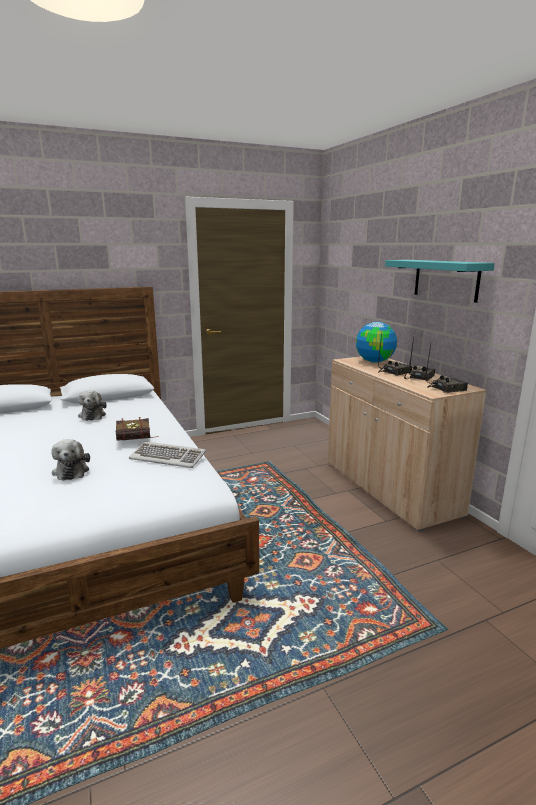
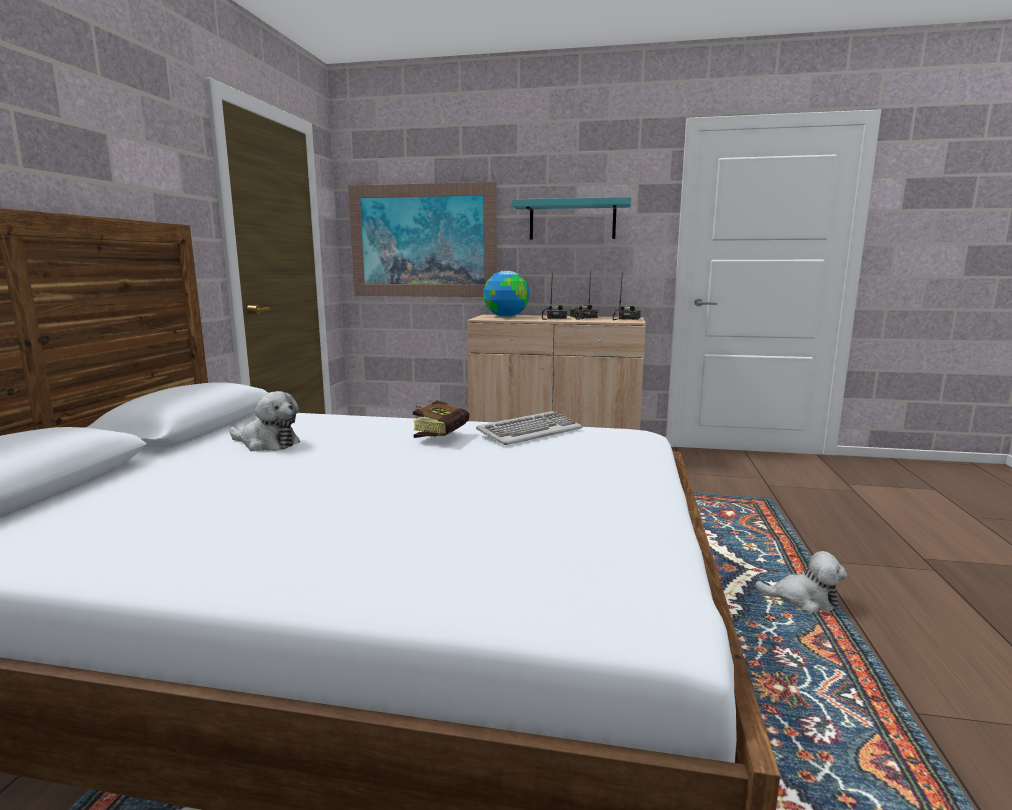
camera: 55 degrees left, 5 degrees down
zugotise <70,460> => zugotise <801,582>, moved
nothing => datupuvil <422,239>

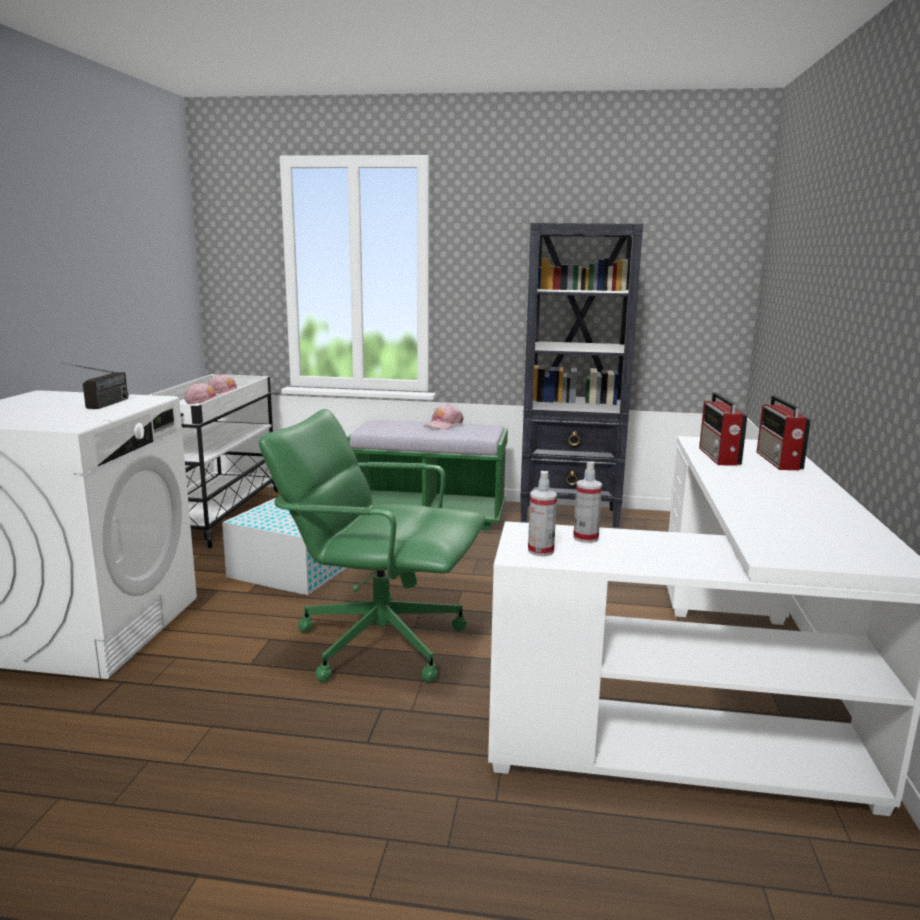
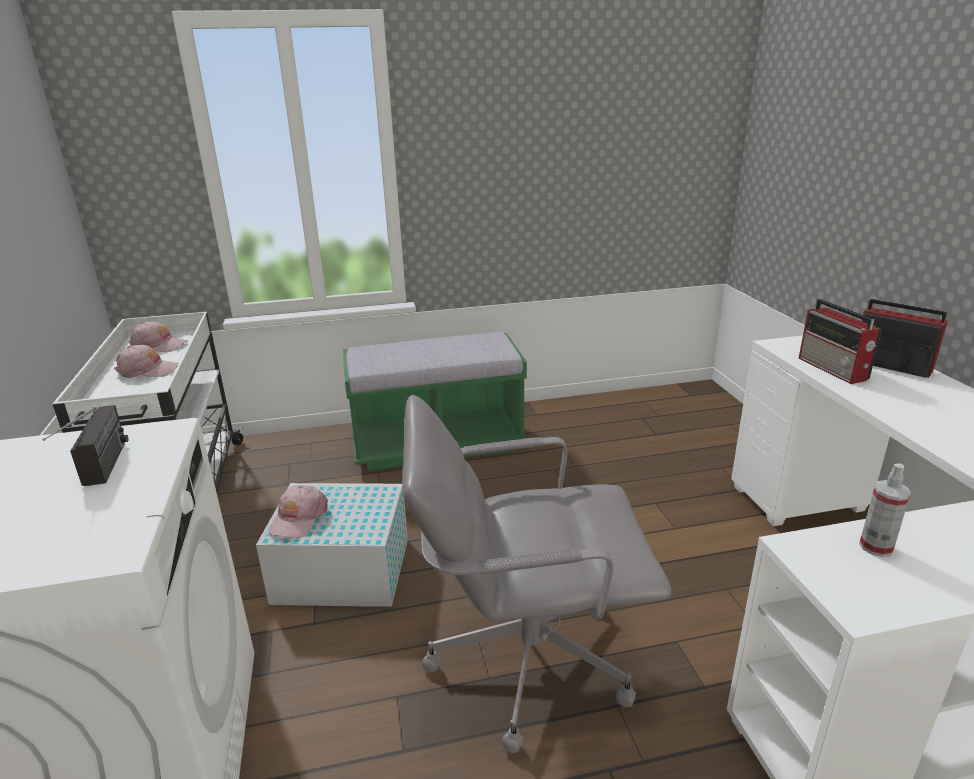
camera: 20 degrees left, 10 degrees up
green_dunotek <372,545> => grey_dunotek <537,574>
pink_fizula <444,417> => pink_fizula <298,511>, moved
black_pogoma <581,376> => nothing
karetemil <542,513> => nothing
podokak <784,432> => podokak <905,338>, 150 degrees clockwise

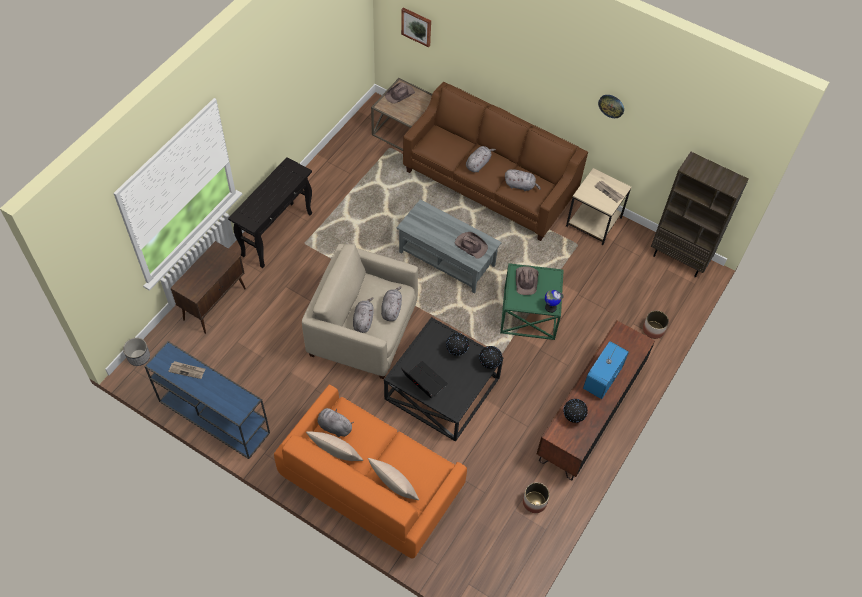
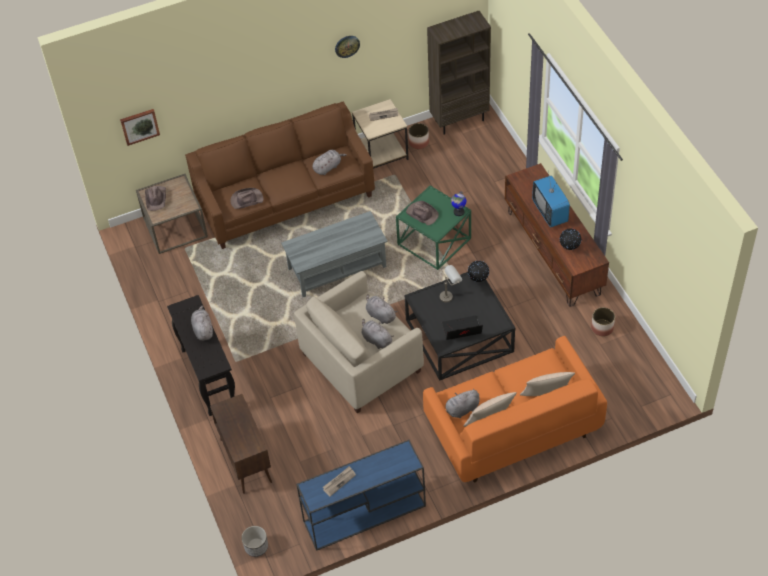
camera: 50 degrees left, 5 degrees down
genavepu <457,344> => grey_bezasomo <451,284>
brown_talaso <471,245> => brown_talaso <246,198>, moved
grey_zugotise <481,159> => grey_zugotise <202,323>, moved
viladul <656,324> => viladul <418,136>, moved

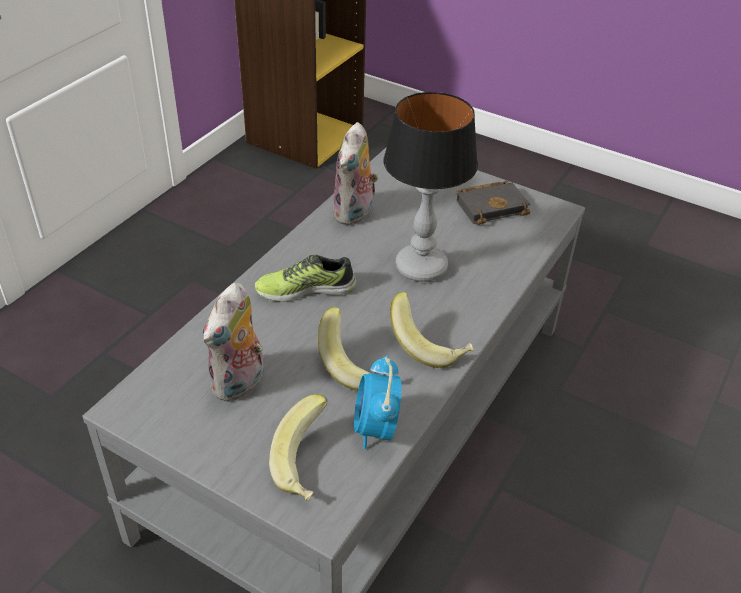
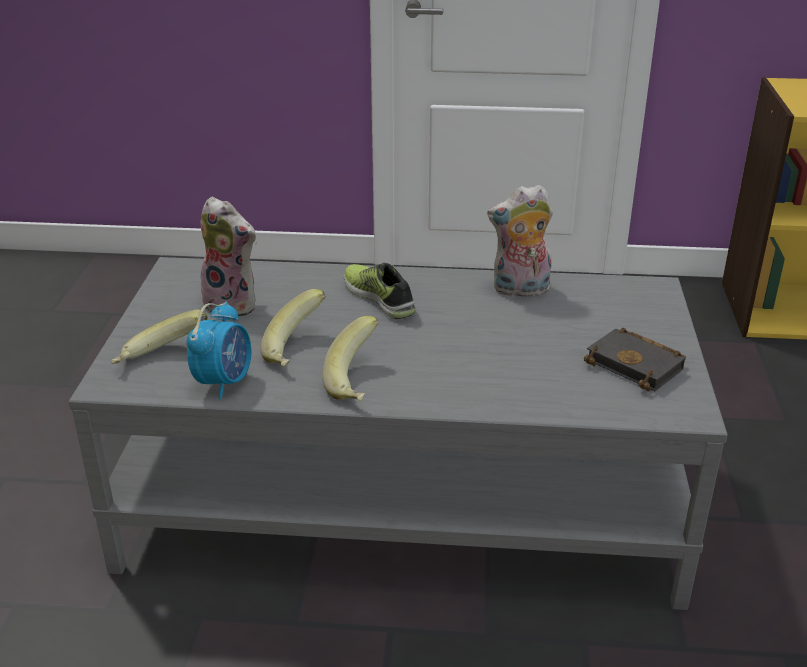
camera: 65 degrees right, 10 degrees down
zugotise <233,342> => zugotise <229,257>, 150 degrees counterclockwise
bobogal <377,402> => bobogal <219,351>, 135 degrees clockwise
bezasomo <430,187> => nothing

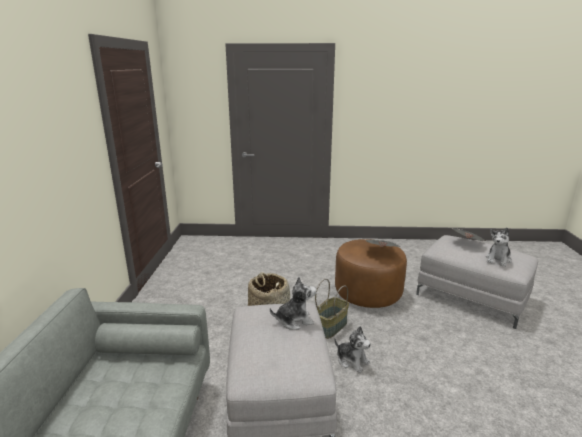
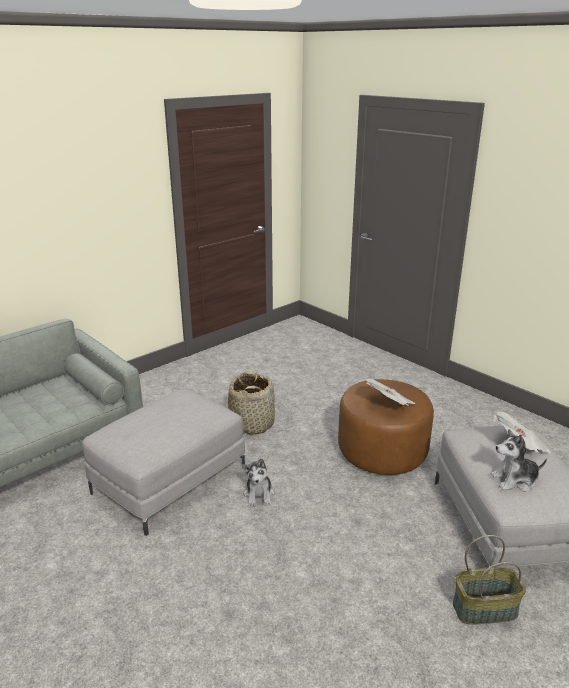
camera: 45 degrees right, 5 degrees up
zugotise <293,303> => nothing
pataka <332,309> => pataka <489,580>, moved

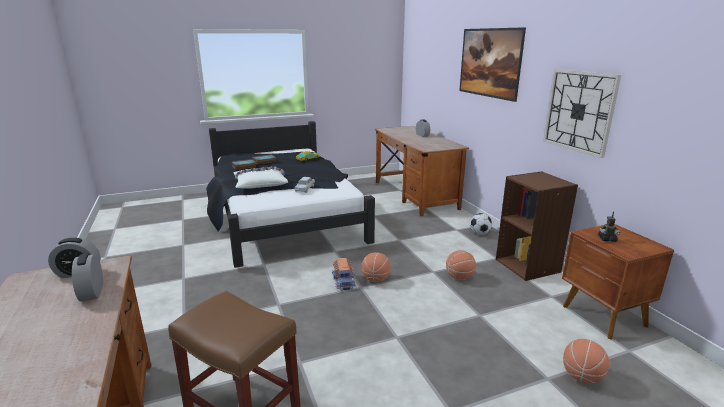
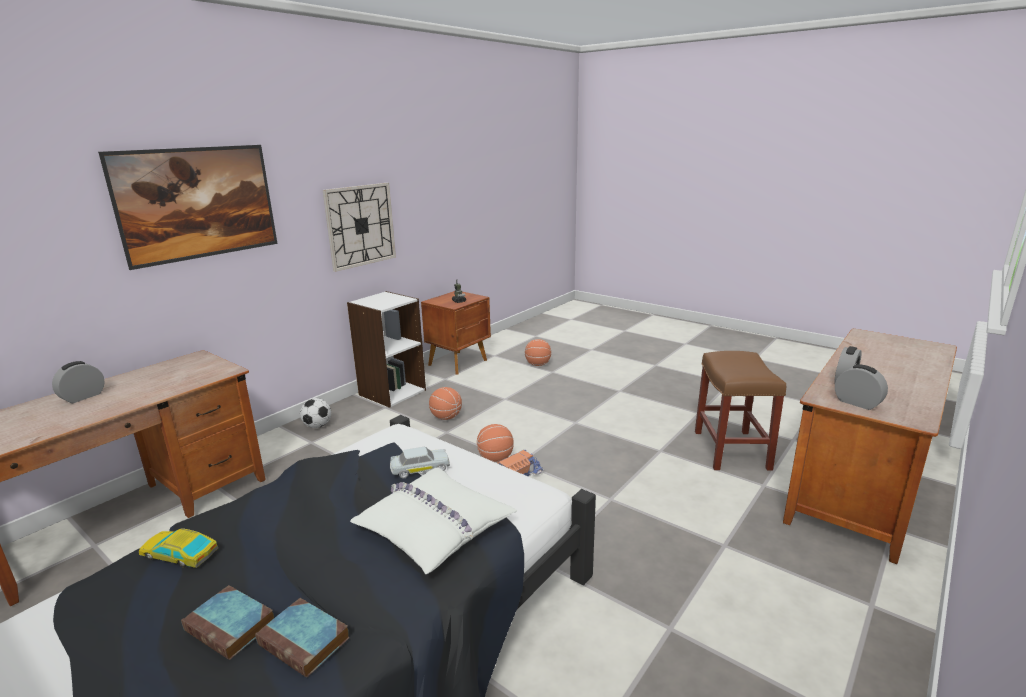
camera: 120 degrees left, 0 degrees up
brown_pogoma <537,226> => white_pogoma <386,349>

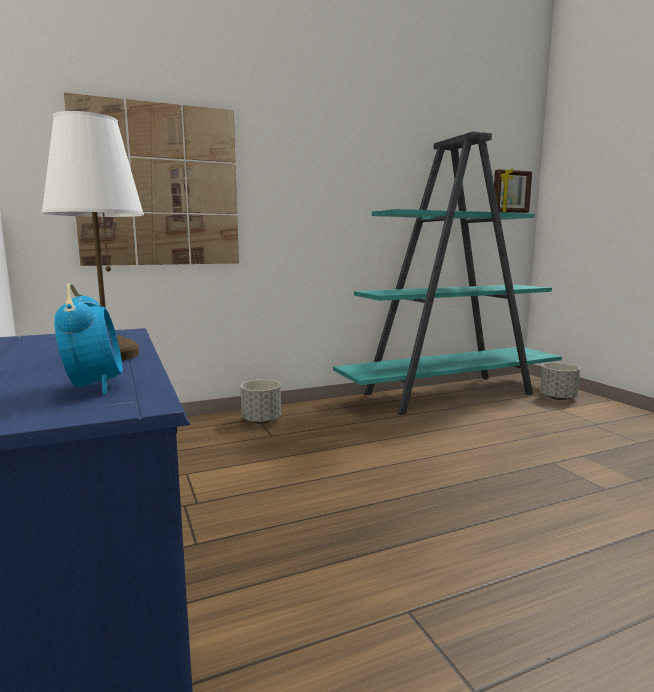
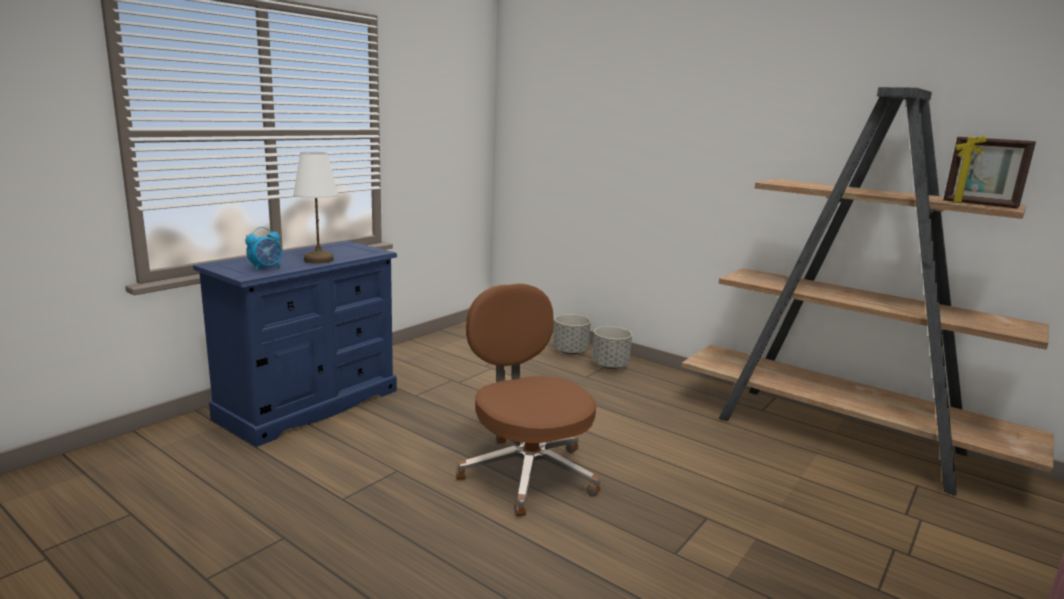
camera: 60 degrees right, 5 degrees up
datupuvil <151,179> => nothing
turquoise_pogoma <447,273> => brown_pogoma <867,291>
grey_viladul <560,381> => grey_viladul <572,334>, moved
nothing => brown_dunotek <528,400>

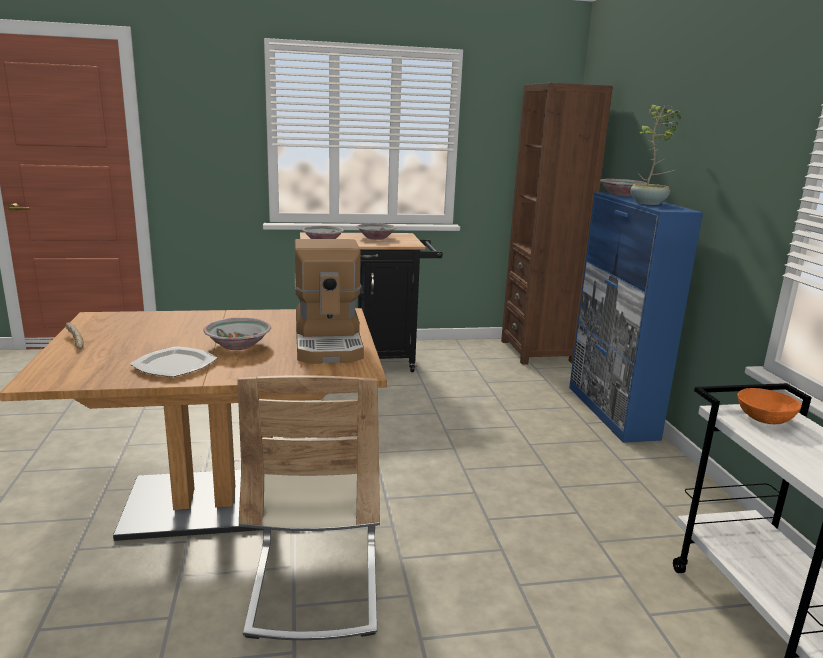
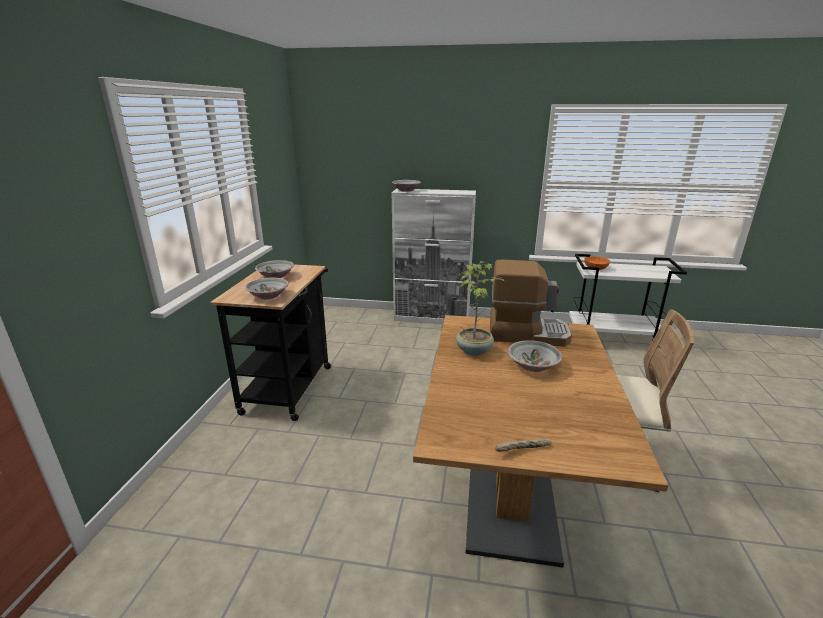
camera: 70 degrees left, 5 degrees up
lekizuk <173,361> => nothing
brown_pogoma <557,224> => nothing
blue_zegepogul <636,317> => white_zegepogul <434,256>
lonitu <655,155> => lonitu <480,308>, moved

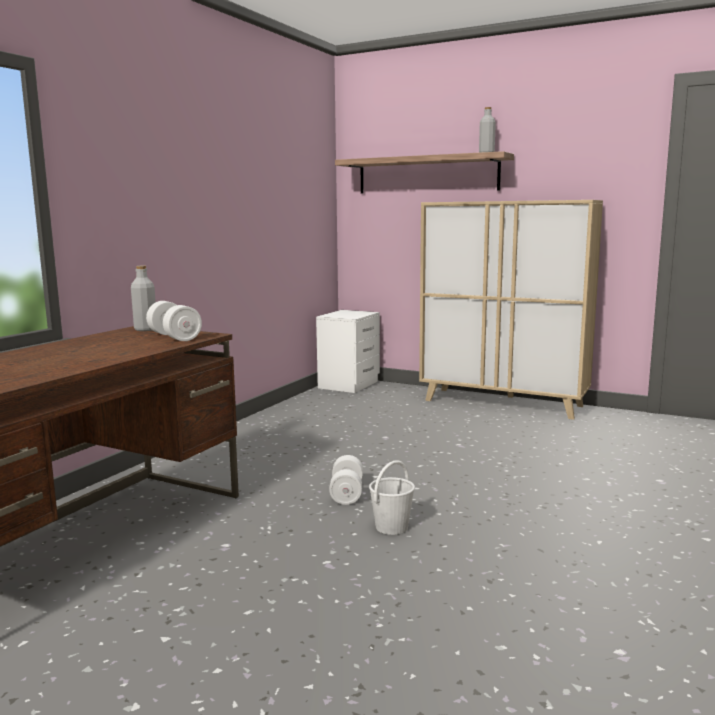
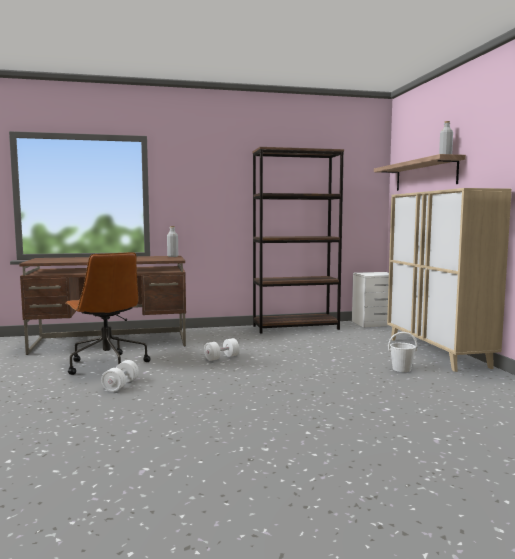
camera: 50 degrees right, 5 degrees down
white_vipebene <174,321> => white_vipebene <120,376>, moved
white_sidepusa <392,497> => white_sidepusa <403,352>, moved
nothing => brown_dunotek <108,313>
nothing => brown_pogoma <298,240>

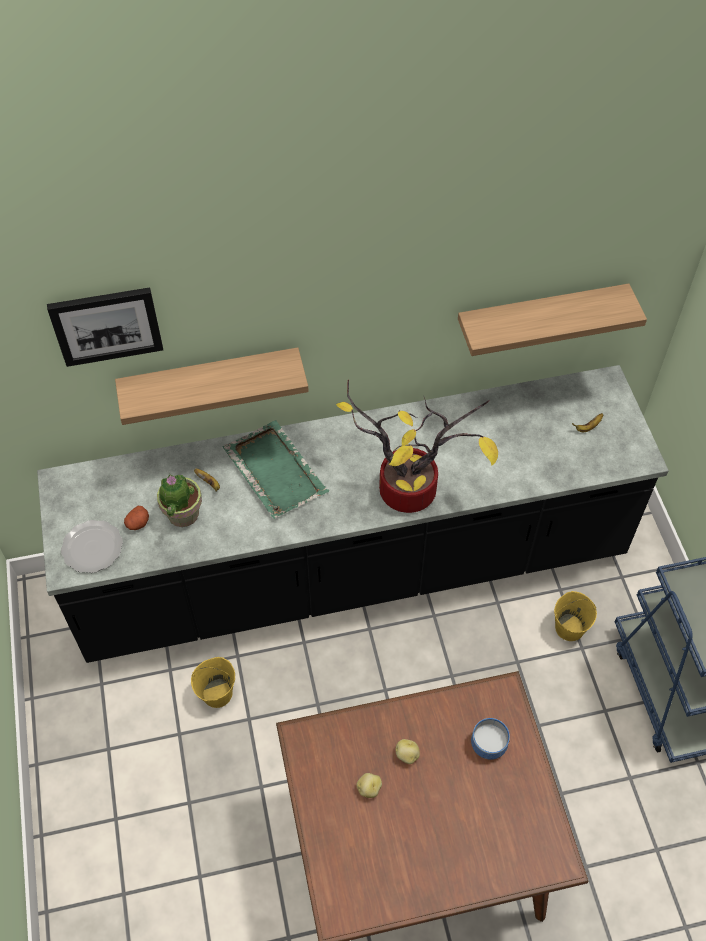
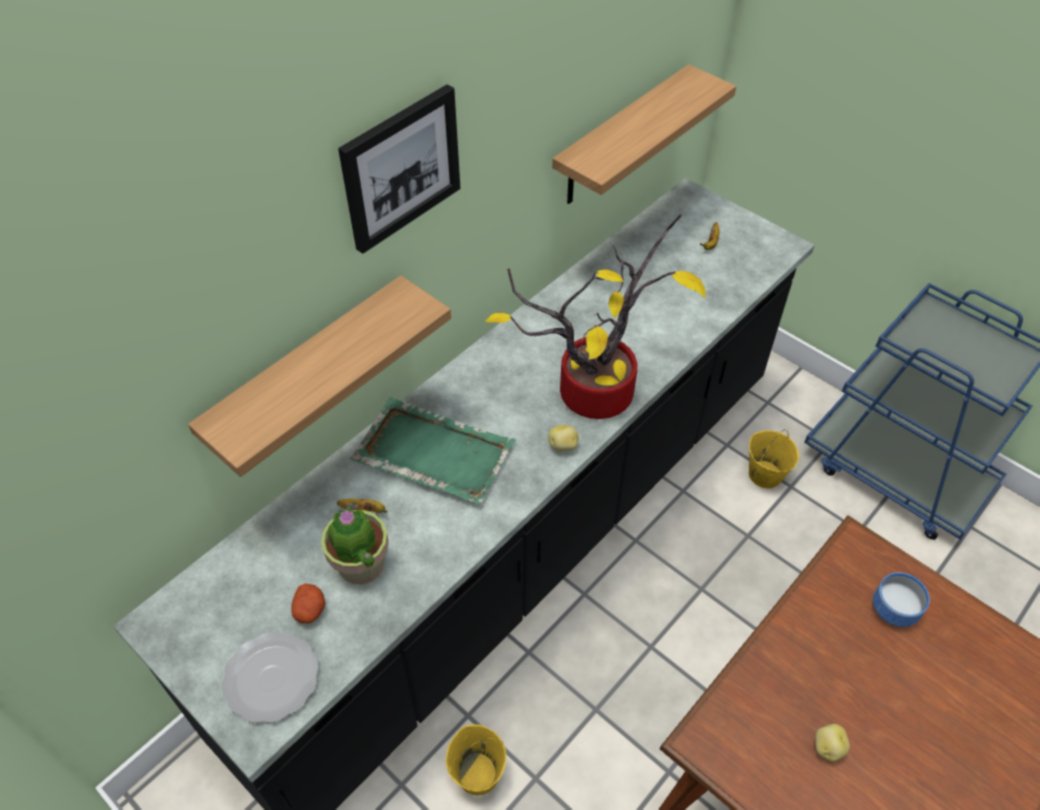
camera: 35 degrees left, 5 degrees down
datupuvil <105,327> => datupuvil <399,169>, moved
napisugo <408,751> => napisugo <563,438>, moved

